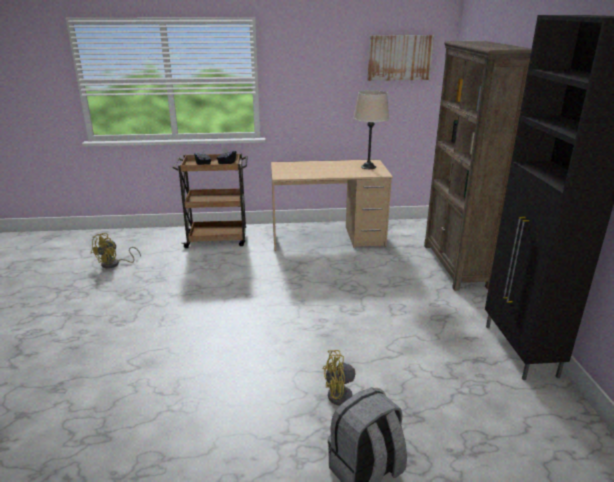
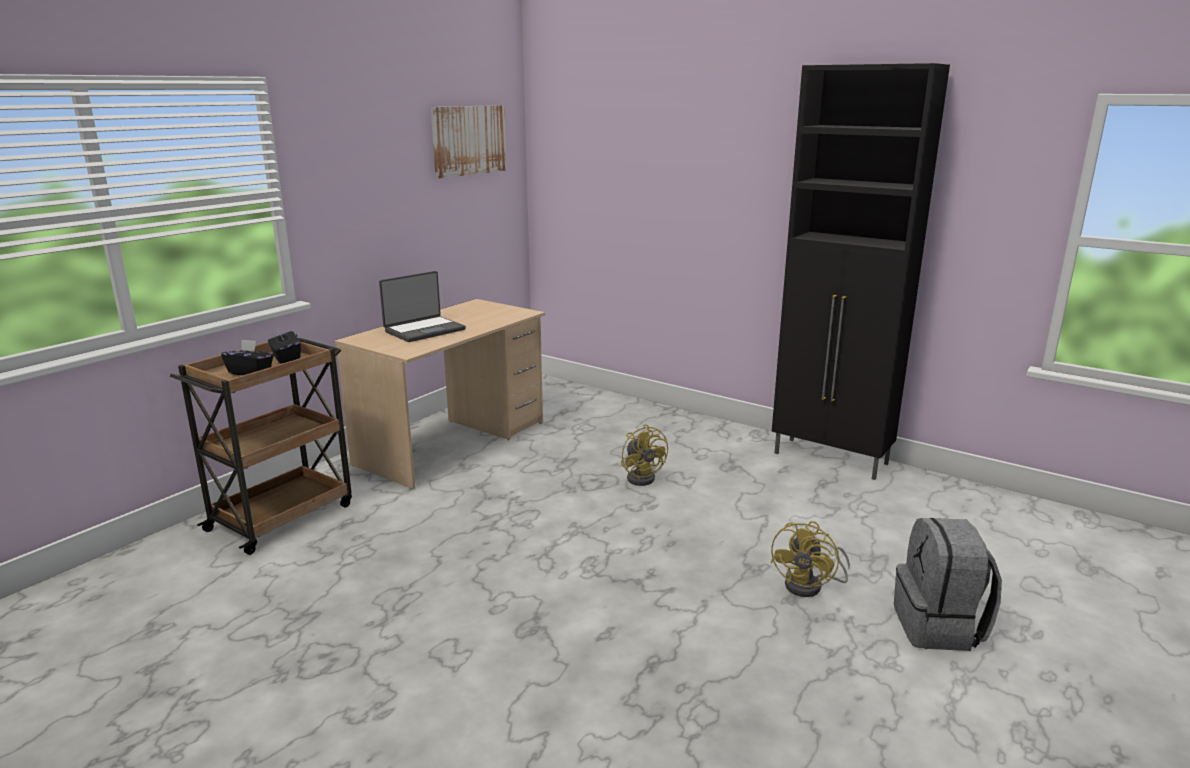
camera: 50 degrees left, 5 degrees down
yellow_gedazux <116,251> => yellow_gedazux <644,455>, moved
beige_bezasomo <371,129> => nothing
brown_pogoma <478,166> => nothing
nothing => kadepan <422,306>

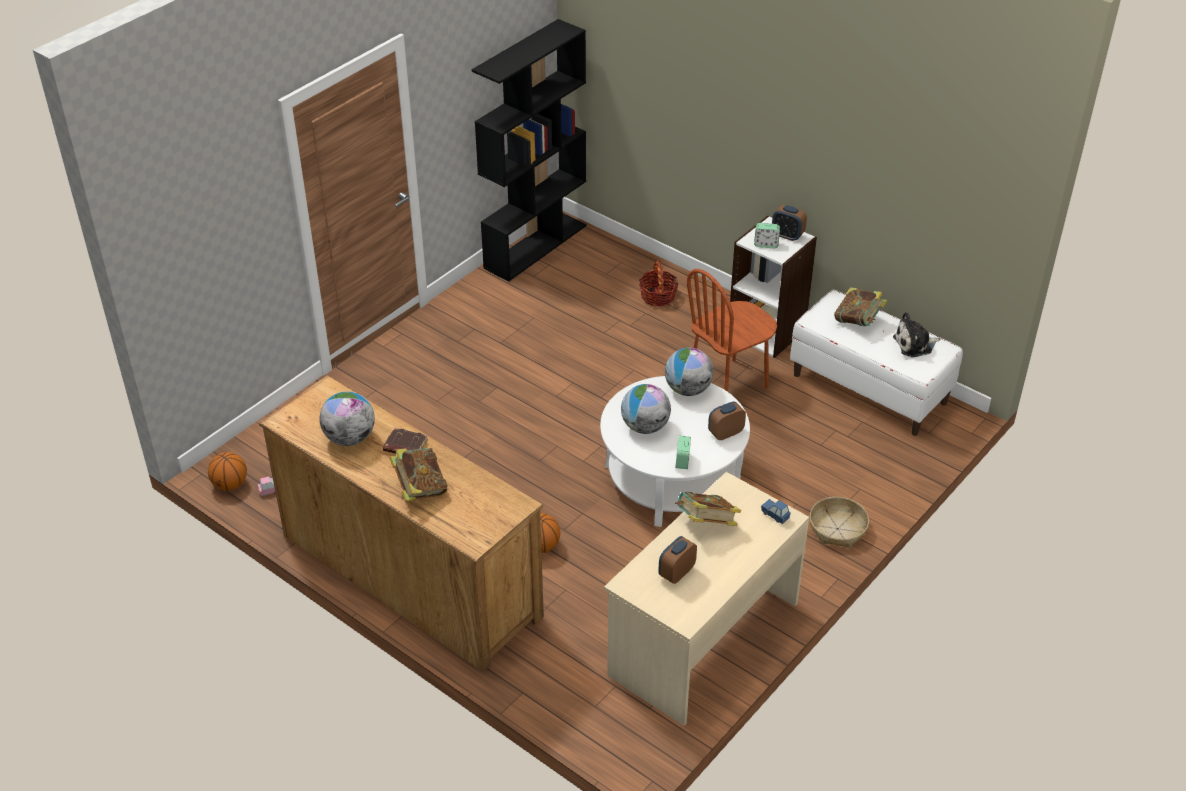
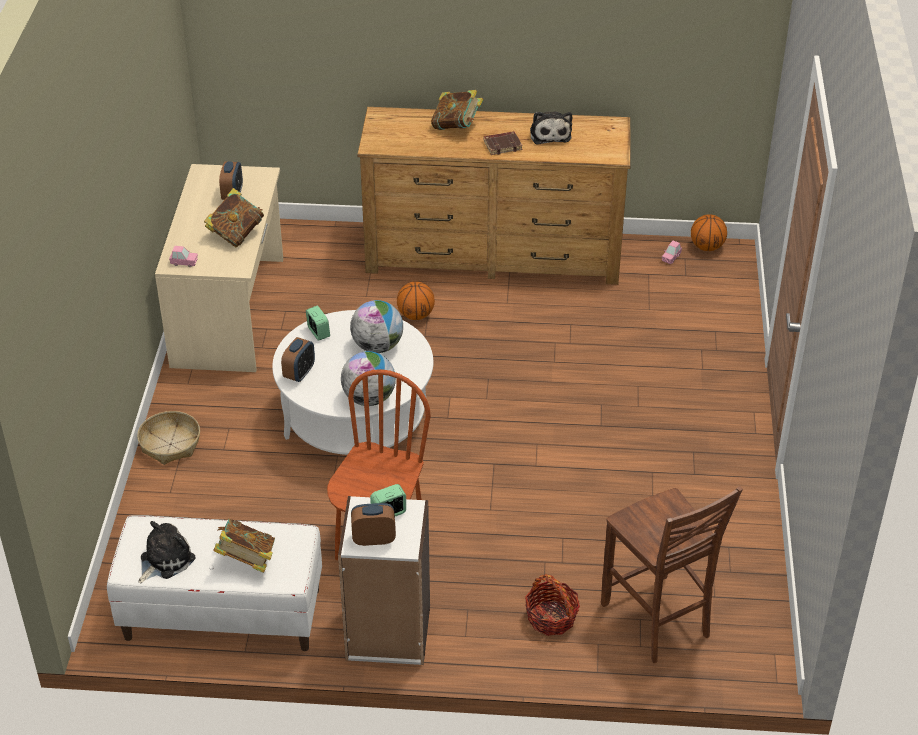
camera: 145 degrees right, 0 degrees up
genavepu <347,418> => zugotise <551,128>
black_pogoma <529,150> => nothing
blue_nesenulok <776,511> => pink_nesenulok <183,256>
nothing => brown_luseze <672,574>

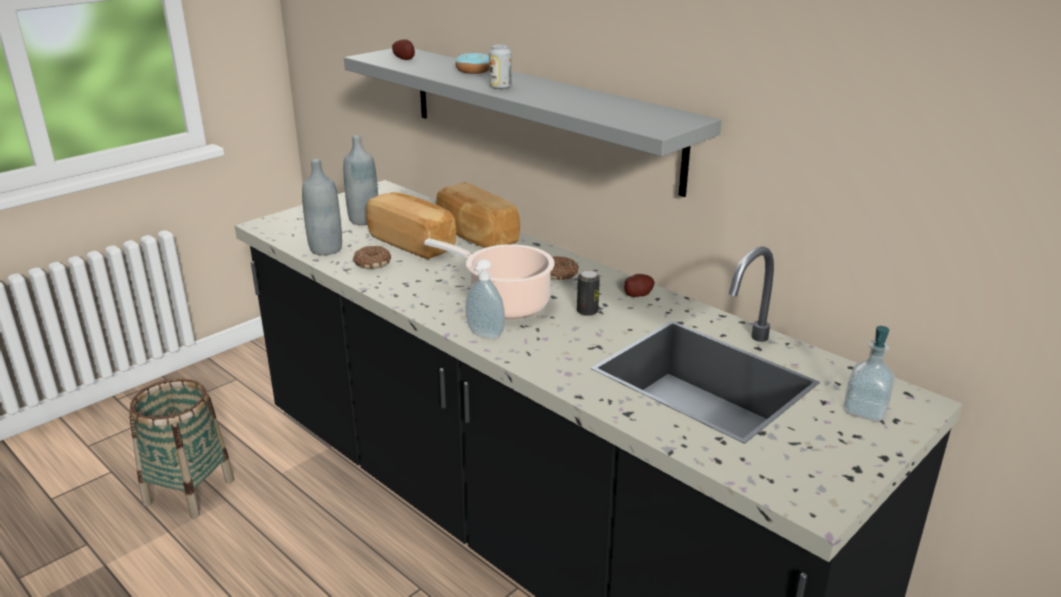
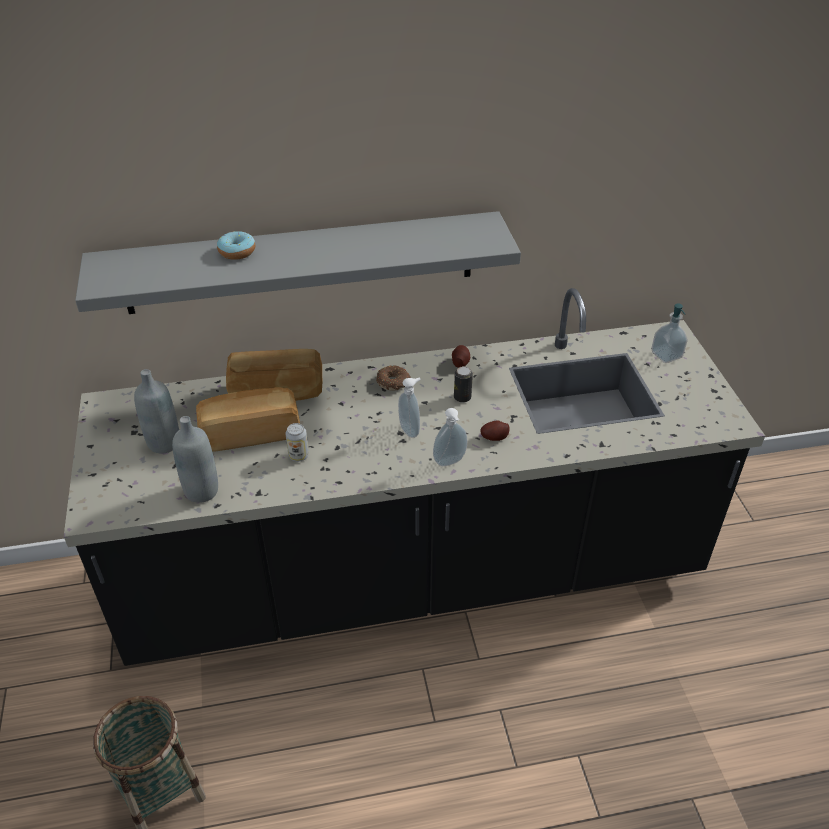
camera: 55 degrees left, 15 degrees up
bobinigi <372,257> => nothing
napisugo <403,49> => napisugo <495,430>, moved
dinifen <489,279> => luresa <409,408>
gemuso <500,67> => gemuso <297,442>, moved

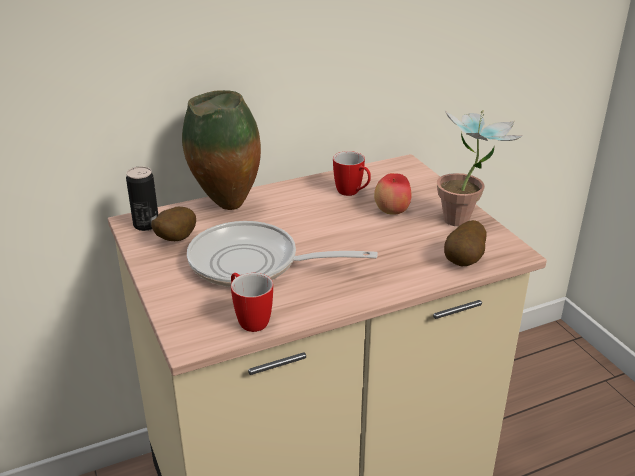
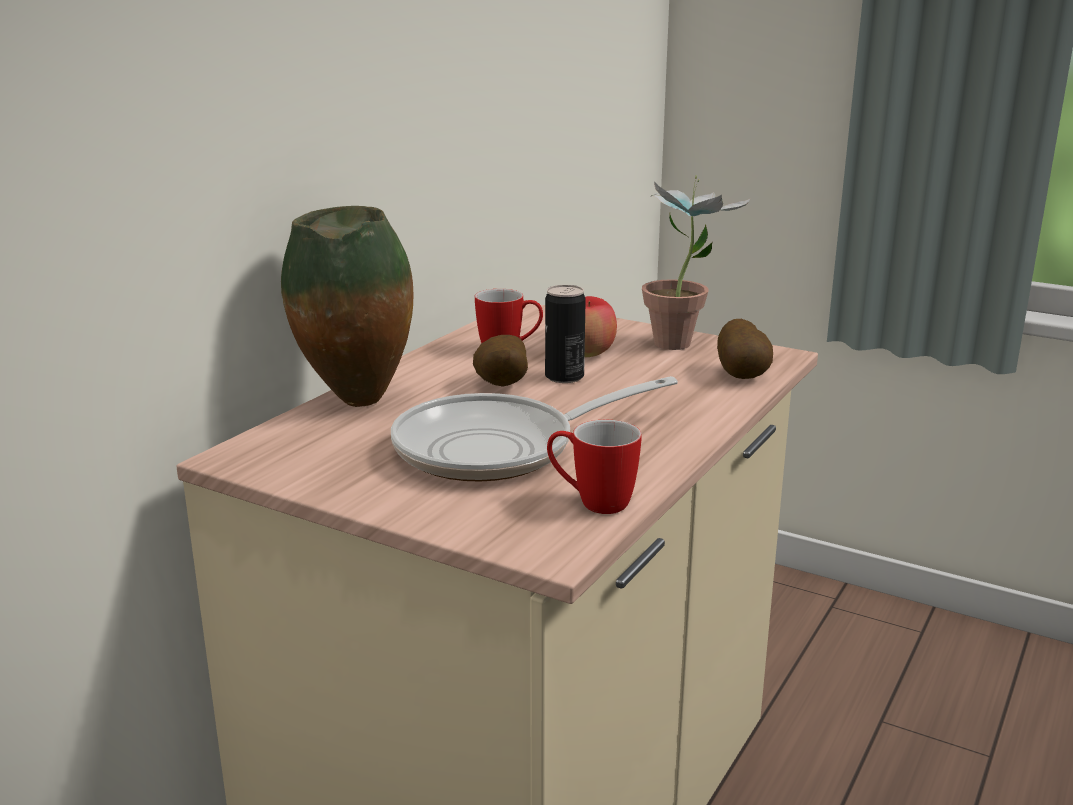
camera: 35 degrees left, 10 degrees down
gemuso <142,198> => gemuso <565,334>, moved
napisugo <173,224> => napisugo <500,361>, moved

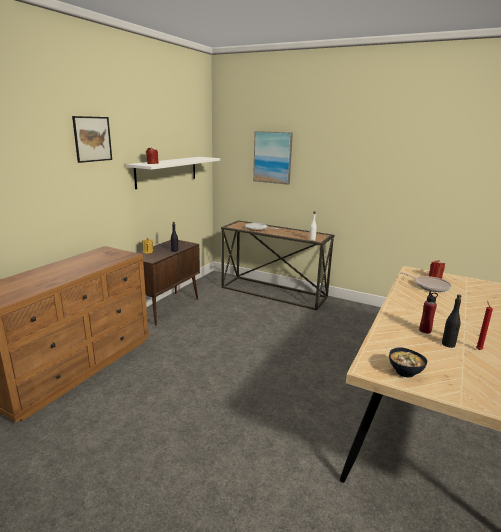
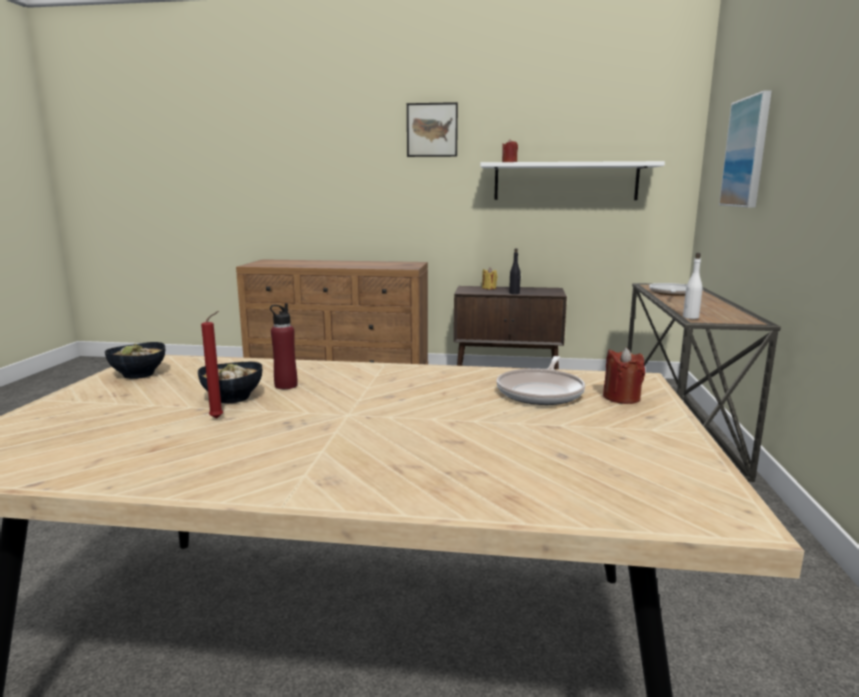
camera: 70 degrees right, 5 degrees down
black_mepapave <451,321> => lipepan <230,382>

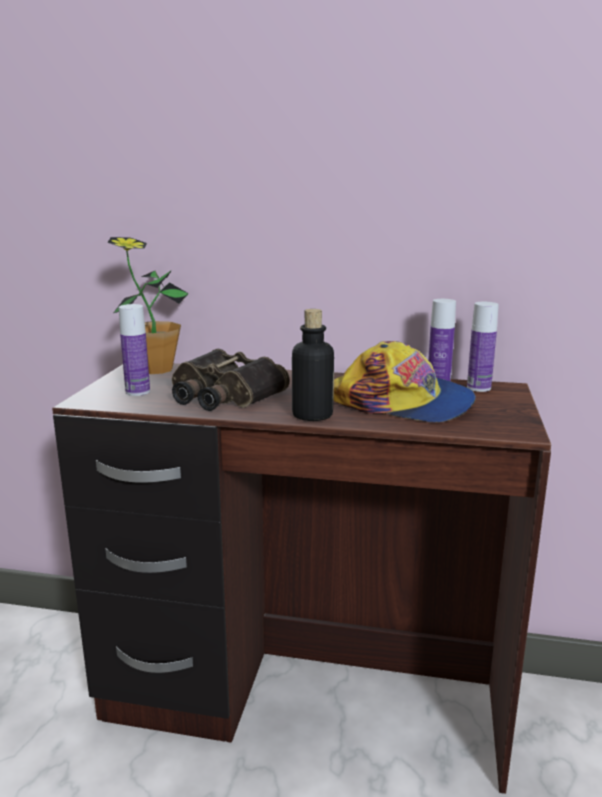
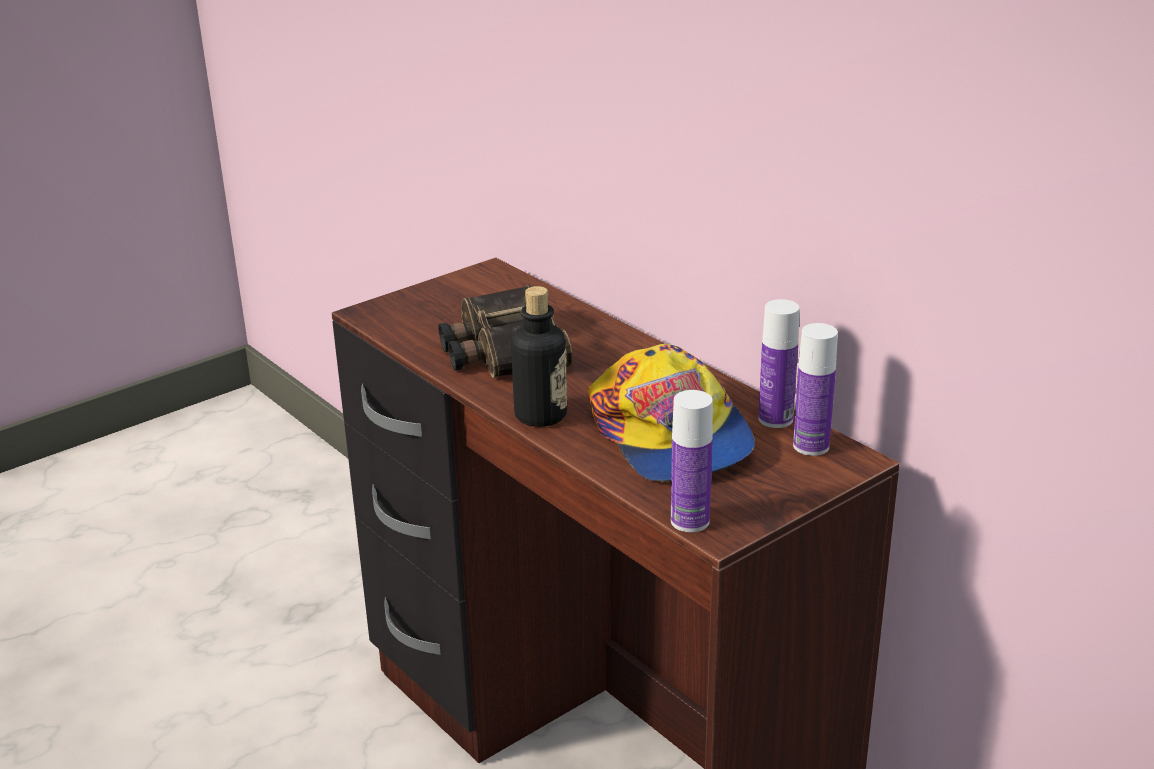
camera: 40 degrees right, 10 degrees up
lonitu <148,305> => nothing
mepapave <134,350> => mepapave <692,461>, moved

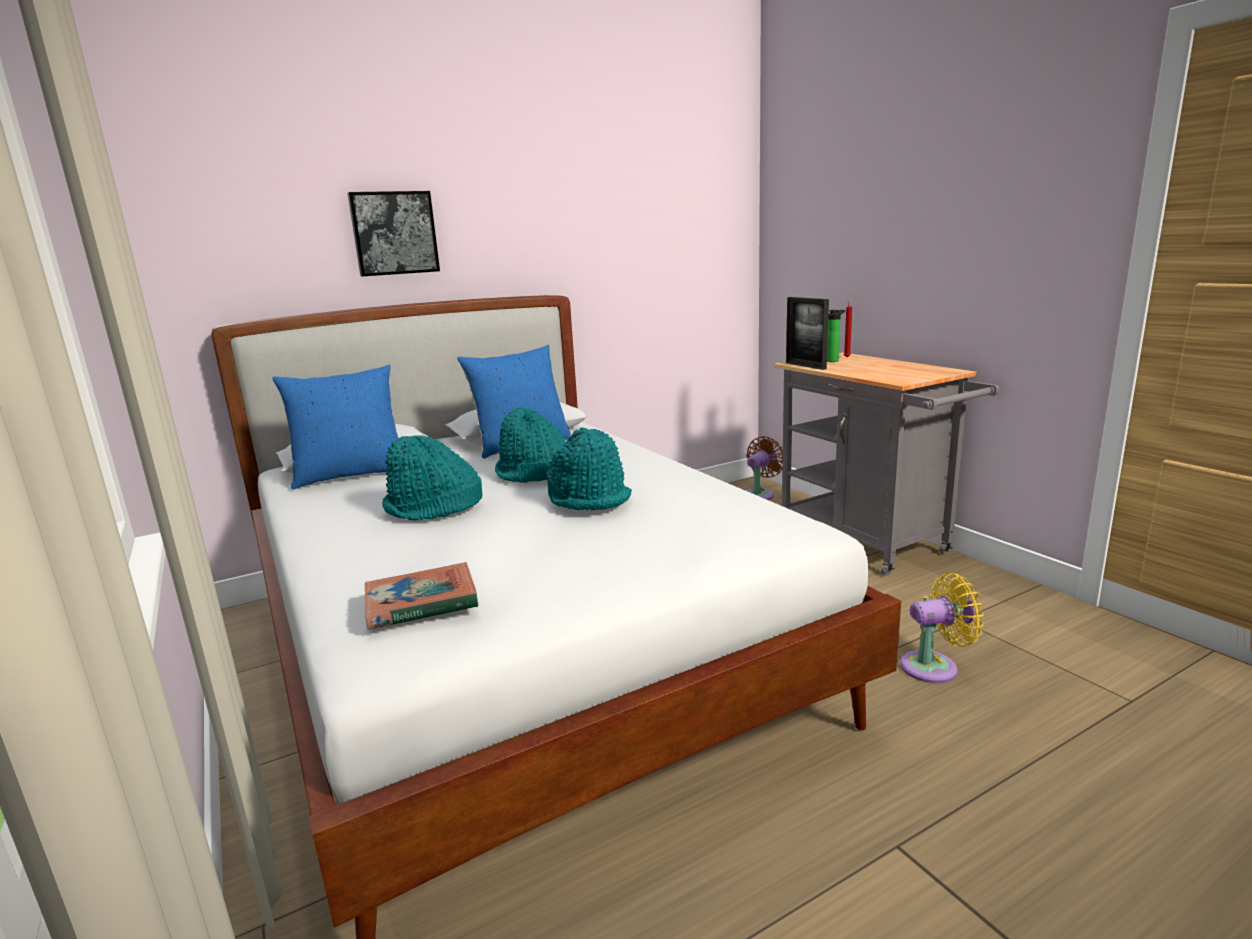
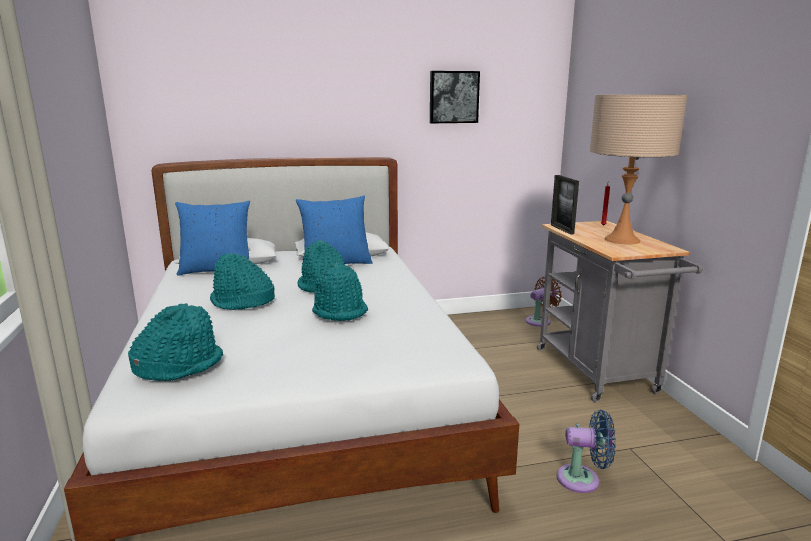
camera: 15 degrees right, 0 degrees up
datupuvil <393,233> => datupuvil <455,97>, moved
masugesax <421,596> => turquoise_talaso <175,342>
mepapave <836,336> => nothing
yellow_gedazux <942,628> => blue_gedazux <586,451>
nothing => beige_bezasomo <638,170>

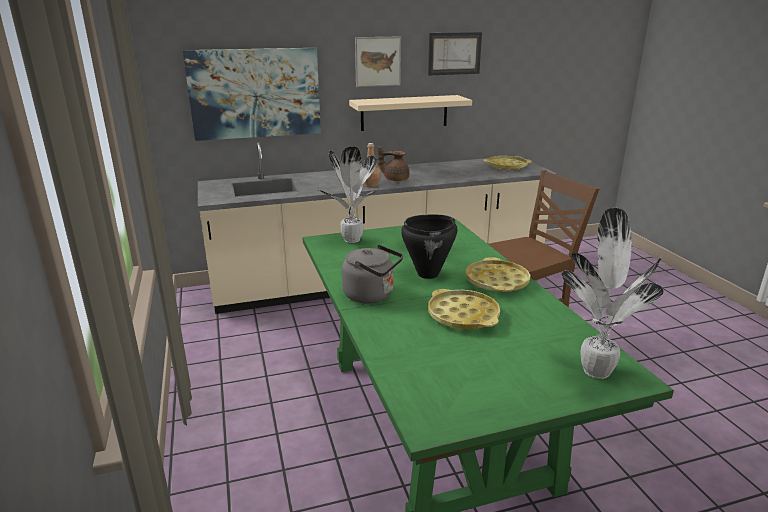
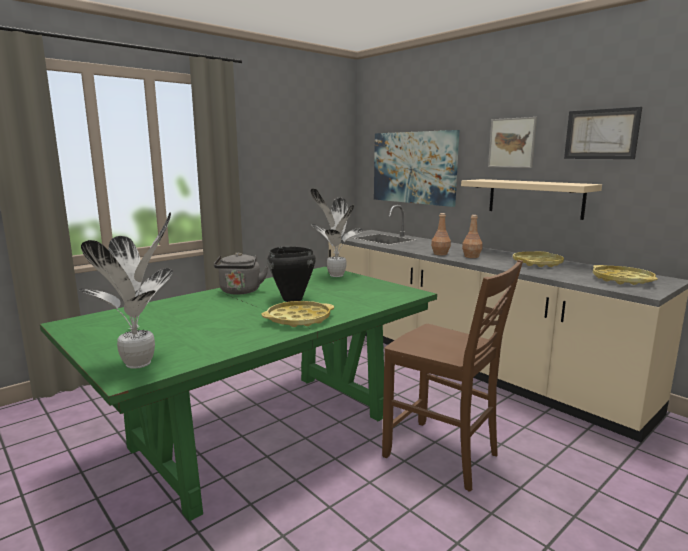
camera: 65 degrees right, 10 degrees down
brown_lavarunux <393,163> => brown_mepapave <472,236>
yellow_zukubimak <464,309> => yellow_zukubimak <538,259>, moved

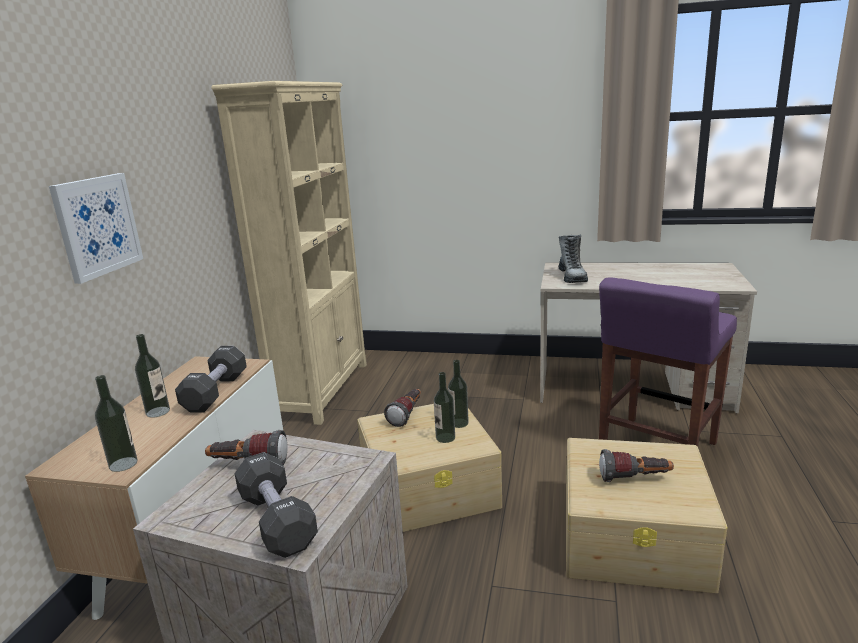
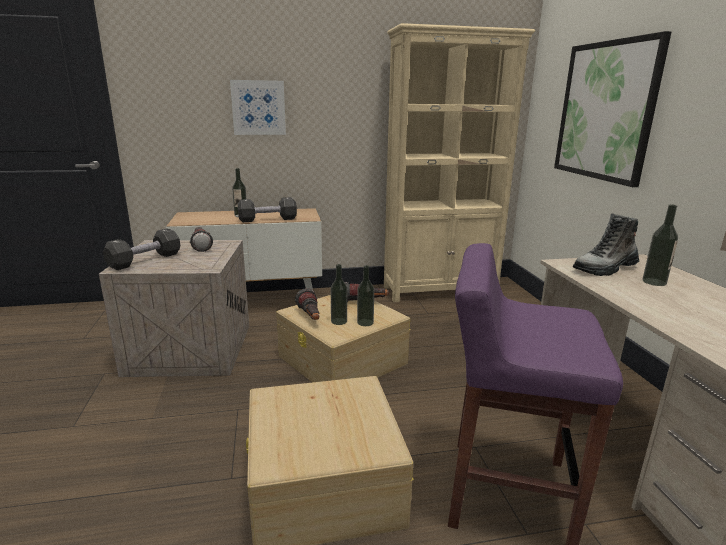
camera: 65 degrees right, 0 degrees up
mepapave <116,423> => mepapave <660,245>, moved
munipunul <636,465> => munipunul <307,304>, moved
nothing => datupuvil <612,109>

